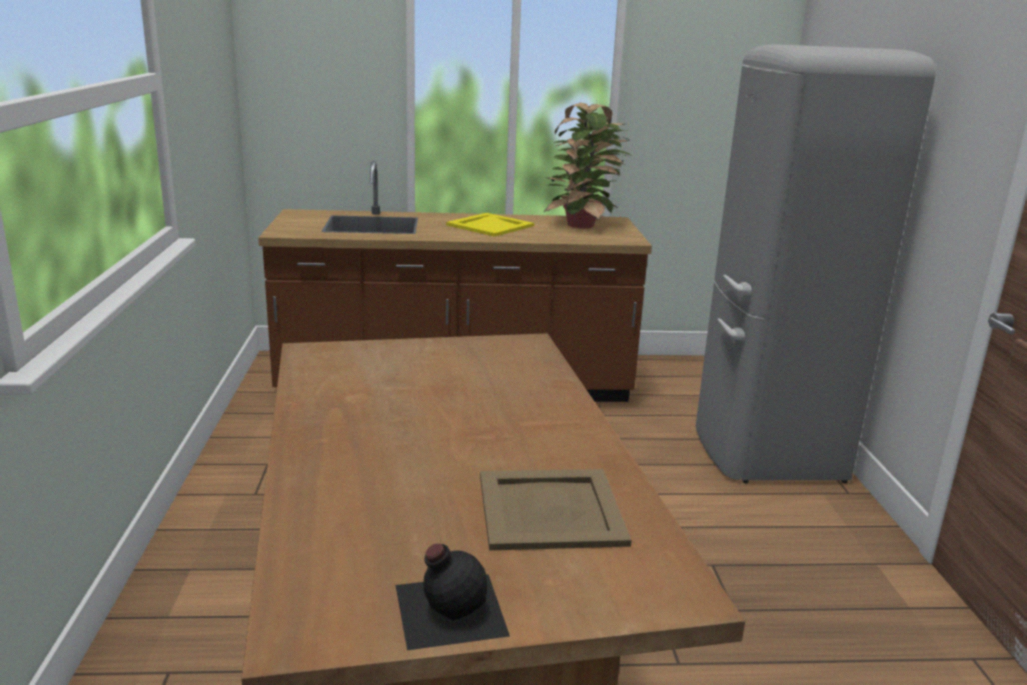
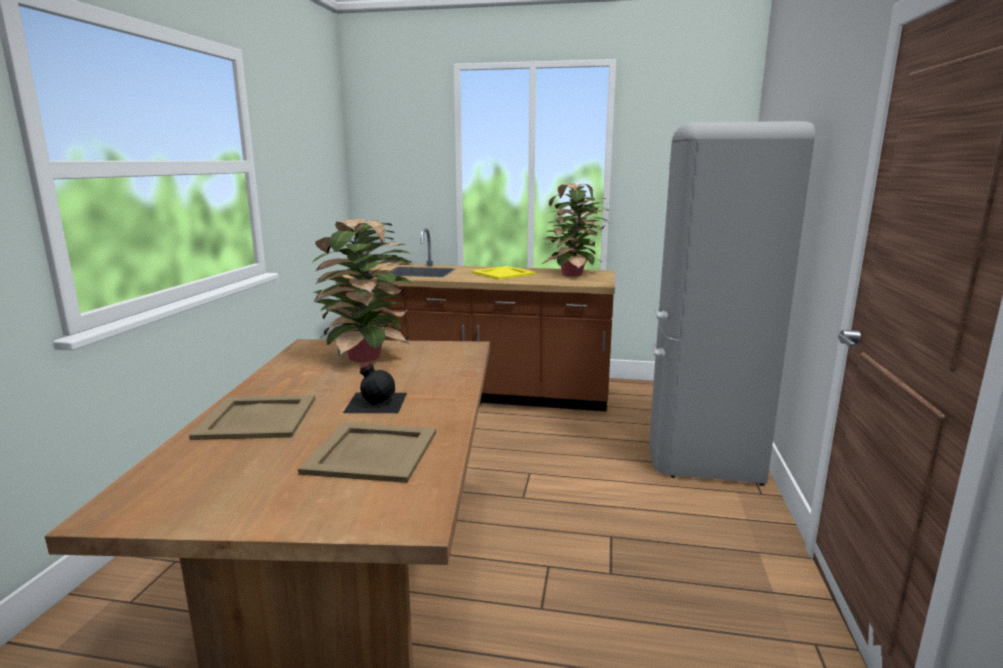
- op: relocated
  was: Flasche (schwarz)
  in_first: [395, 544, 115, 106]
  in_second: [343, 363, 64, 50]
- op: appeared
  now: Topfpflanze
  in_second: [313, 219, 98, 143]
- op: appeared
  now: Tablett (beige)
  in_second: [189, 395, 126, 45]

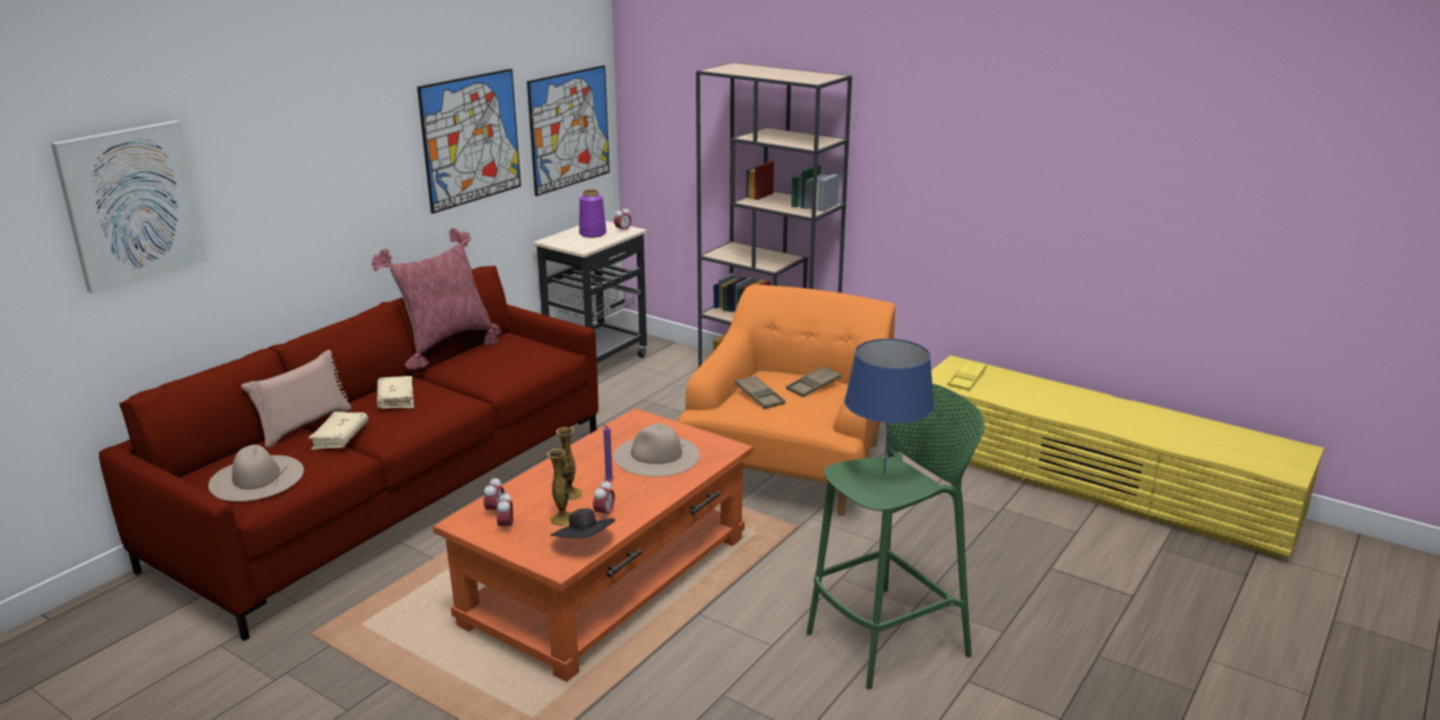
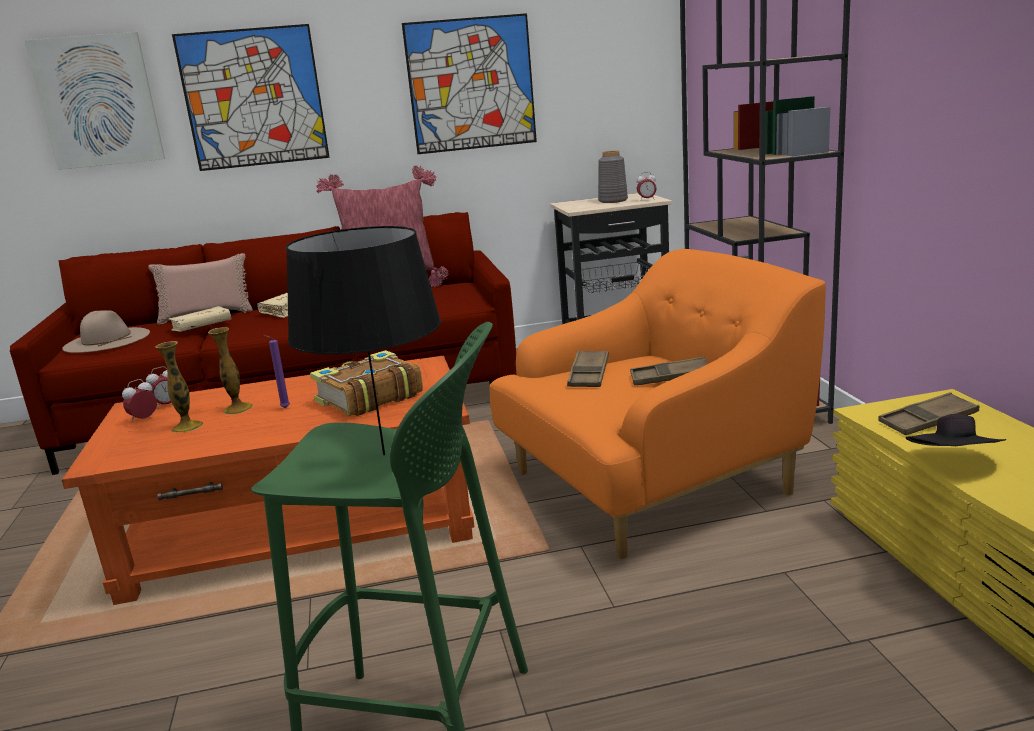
- op: relocated
  was: Bild
  in_first: [527, 65, 83, 131]
  in_second: [172, 24, 158, 147]
- op: colour
  was: Vase (lila)
  now: Vase (grau)
  in_first: [579, 189, 27, 49]
  in_second: [598, 151, 30, 52]
- op: colour
  was: Tischlampe (blau)
  now: Tischlampe (schwarz)
  in_first: [844, 339, 90, 135]
  in_second: [286, 226, 155, 229]
- op: colour
  was: Tablett (gelb)
  now: Tablett (braun)
  in_first: [947, 359, 40, 32]
  in_second: [878, 392, 101, 43]
- op: exchanged
  was: Hut (beige)
  now: Buch
  in_first: [613, 423, 87, 54]
  in_second: [310, 350, 113, 66]
- op: missing
  was: Wecker
  in_first: [593, 480, 22, 40]
- op: relocated
  was: Hut (schwarz)
  in_first: [550, 508, 65, 30]
  in_second: [905, 414, 101, 32]

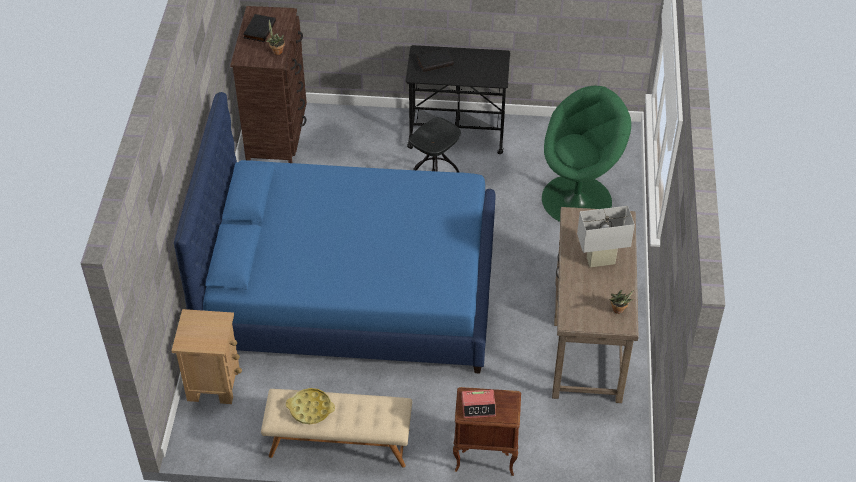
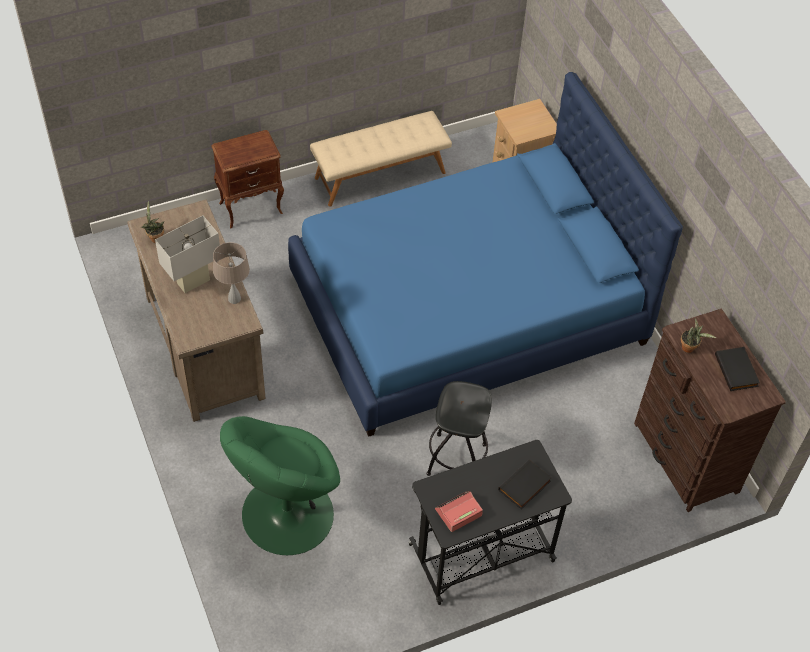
- op: missing
  was: Tablett (gelb)
  in_first: [286, 388, 49, 36]
- op: relocated
  was: Wecker
  in_first: [462, 390, 34, 28]
  in_second: [435, 491, 48, 41]
- op: appeared
  now: Tischlampe (beige)
  in_second: [213, 242, 37, 62]

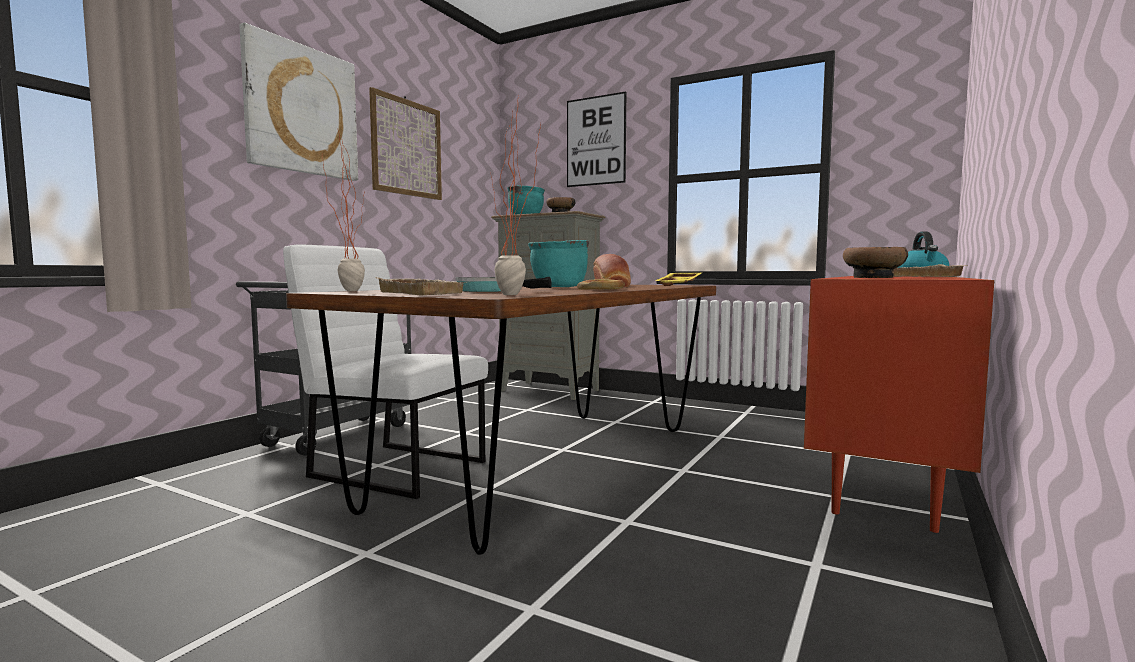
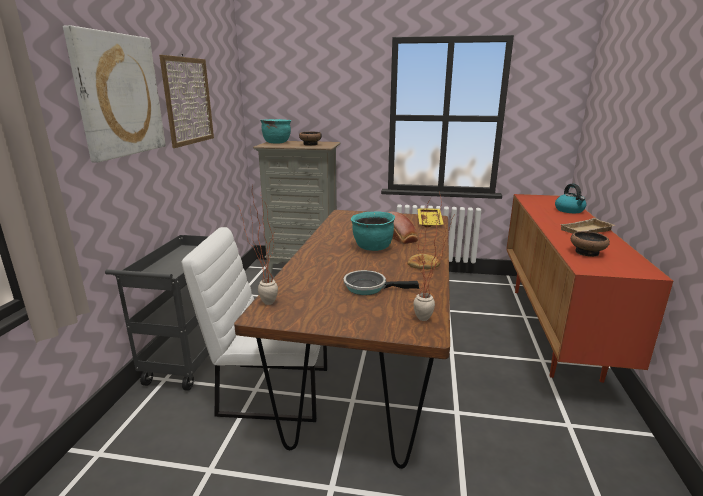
- op: missing
  was: Bild
  in_first: [567, 91, 59, 96]
- op: missing
  was: Tablett (beige)
  in_first: [375, 277, 95, 19]

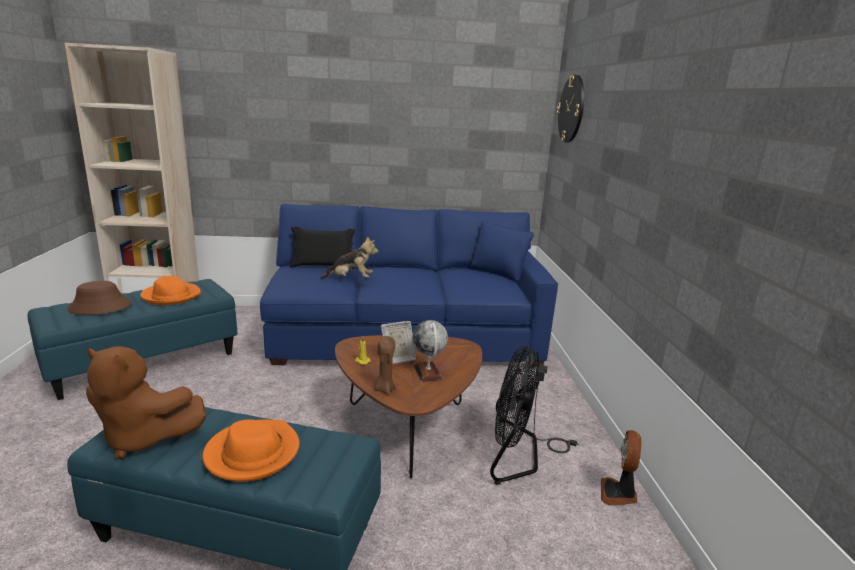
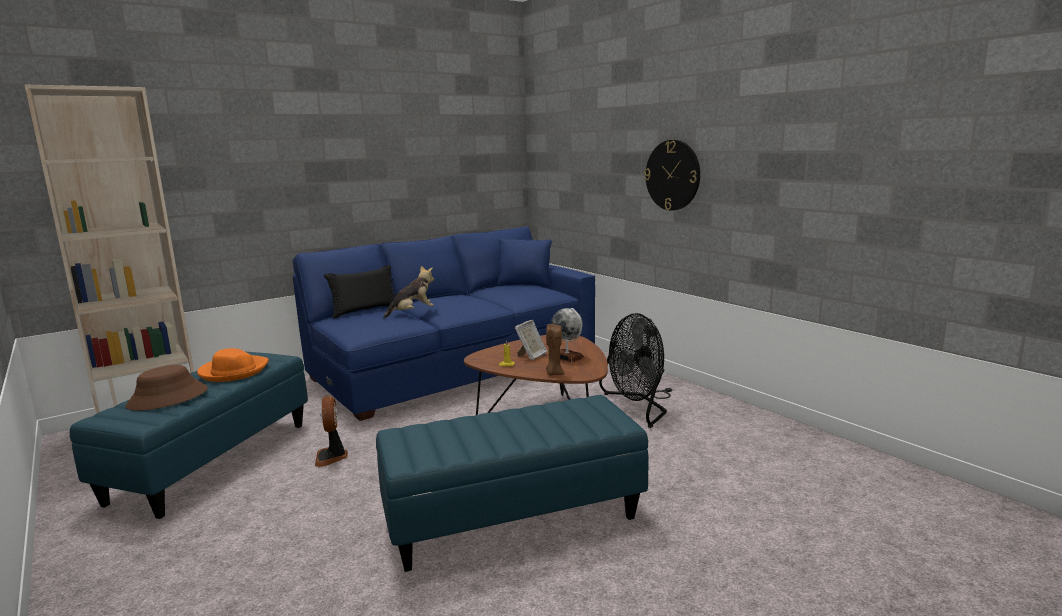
- op: relocated
  was: Wanduhr
  in_first: [557, 75, 27, 68]
  in_second: [644, 140, 56, 71]
- op: missing
  was: Plüschtier (braun)
  in_first: [86, 346, 120, 113]
- op: missing
  was: Hut (orange)
  in_first: [202, 419, 97, 63]
- op: relocated
  was: Ventilator
  in_first: [601, 430, 40, 76]
  in_second: [315, 396, 33, 71]

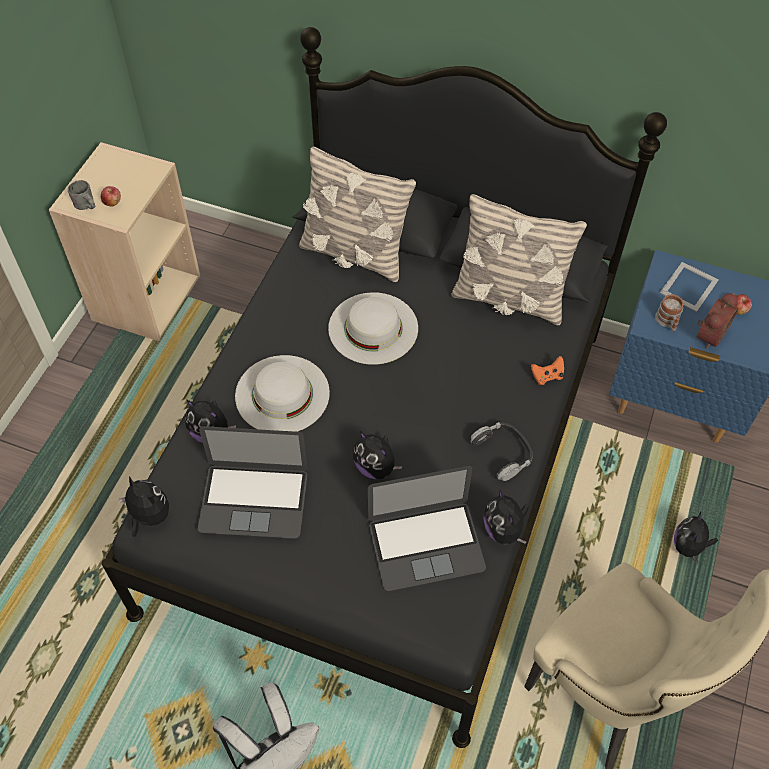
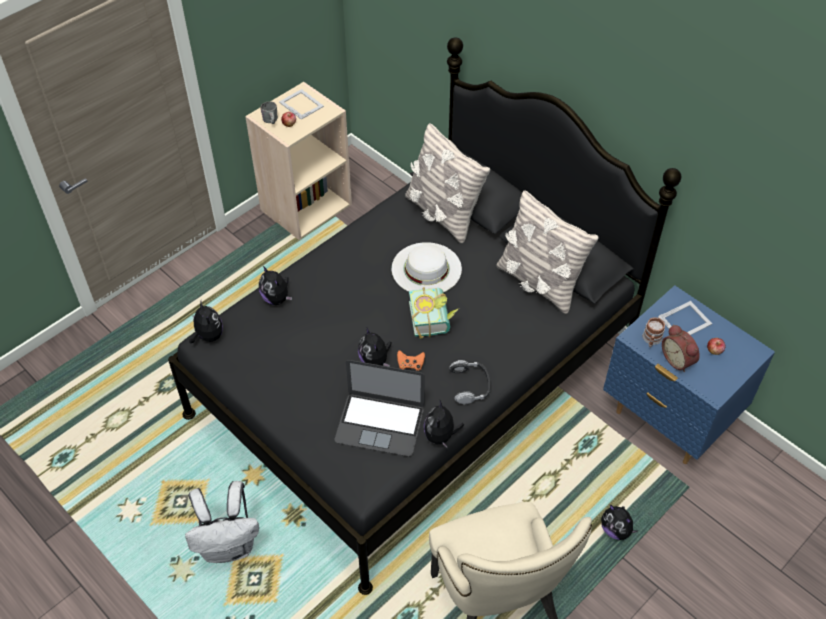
- op: spun
  was: Wecker
  in_first: [697, 293, 41, 56]
  in_second: [662, 324, 38, 48]
  clockwise: 90
- op: missing
  was: Hut (weiß)
  in_first: [235, 355, 95, 77]
- op: relocated
  was: Gamepad (orange)
  in_first: [531, 356, 33, 29]
  in_second: [397, 350, 28, 21]
- op: missing
  was: Laptop
  in_first: [198, 426, 110, 112]
- op: spun
  was: Plüschtier
  in_first: [674, 511, 44, 52]
  in_second: [601, 504, 38, 36]
  clockwise: -90
- op: appeared
  now: Bilderrahmen
  in_second: [279, 89, 45, 31]
- op: appeared
  now: Buch
  in_second: [409, 287, 51, 52]

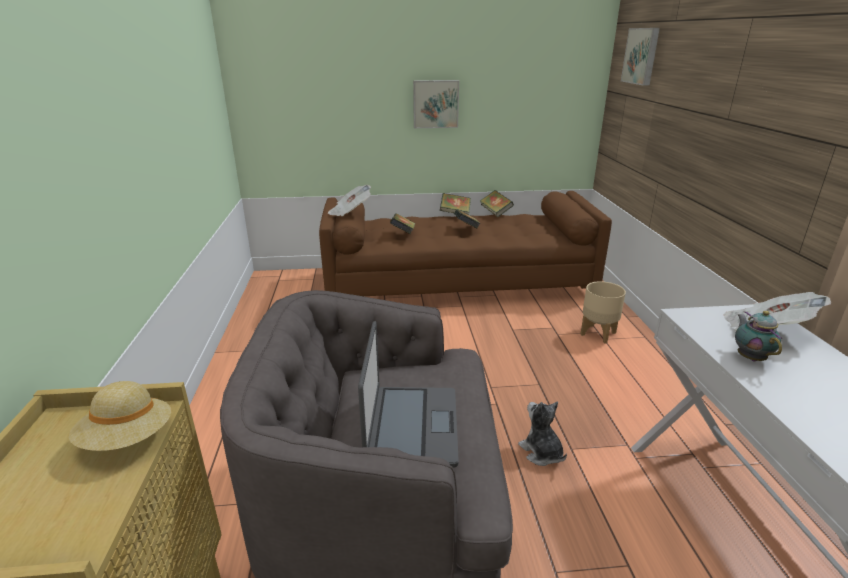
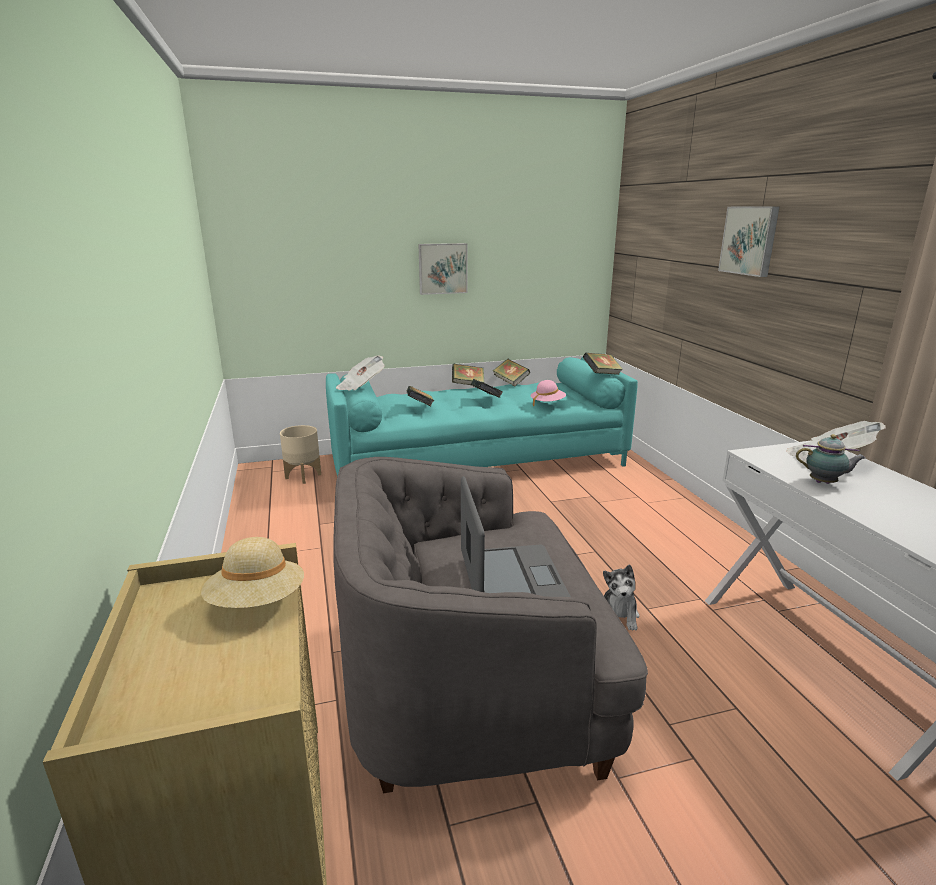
- op: relocated
  was: Bild
  in_first: [621, 28, 39, 58]
  in_second: [718, 206, 62, 71]
- op: colour
  was: Sofa (braun)
  now: Sofa (türkis)
  in_first: [319, 191, 293, 105]
  in_second: [326, 357, 312, 120]
- op: relocated
  was: Pflanzkübel (beige)
  in_first: [580, 281, 46, 63]
  in_second: [280, 425, 41, 59]
- op: spun
  was: Teekanne
  in_first: [735, 311, 48, 51]
  in_second: [796, 434, 70, 50]
  clockwise: 120
- op: spun
  was: Plüschtier
  in_first: [518, 402, 49, 64]
  in_second: [603, 564, 36, 67]
  clockwise: -135
- op: appeared
  now: Buch
  in_second: [583, 353, 40, 22]
- op: appeared
  now: Hut (rosa)
  in_second: [531, 380, 35, 26]

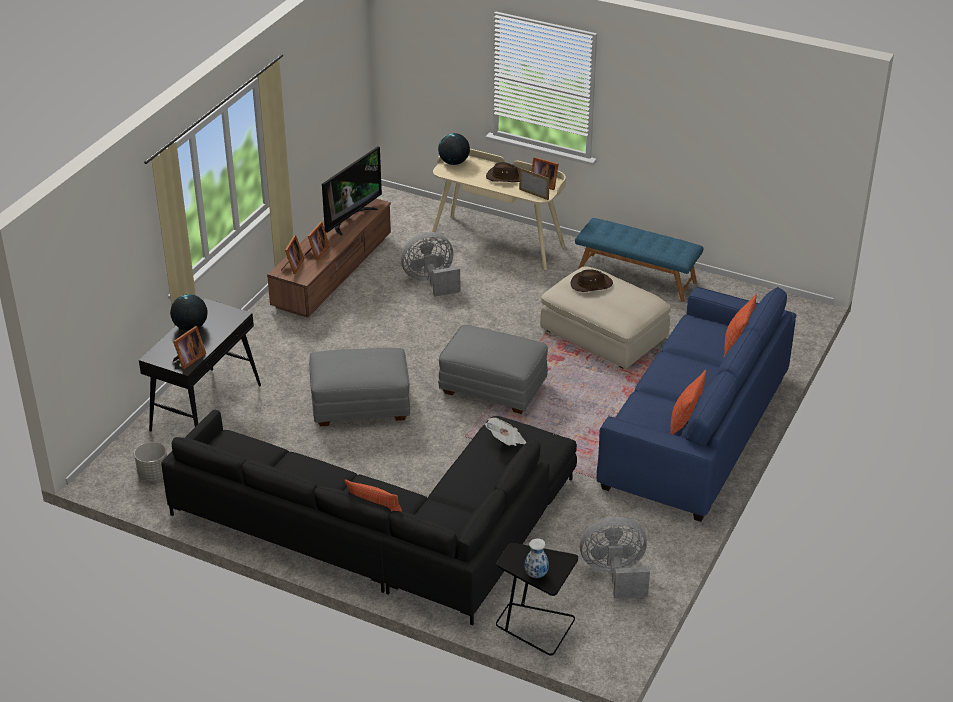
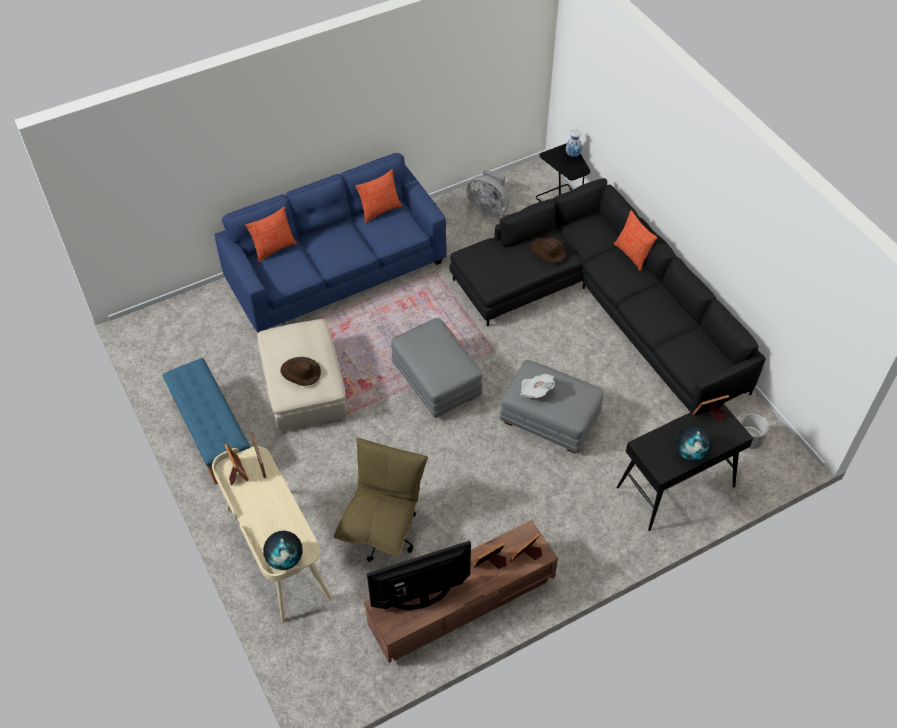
- op: relocated
  was: Hut (braun)
  in_first: [486, 162, 34, 20]
  in_second: [530, 237, 36, 26]
- op: exchanged
  was: Ventilator (grau)
  now: Bürostuhl (beige)
  in_first: [401, 232, 59, 65]
  in_second: [333, 438, 95, 124]
- op: relocated
  was: Zeitung
  in_first: [485, 418, 42, 28]
  in_second: [520, 374, 35, 24]

